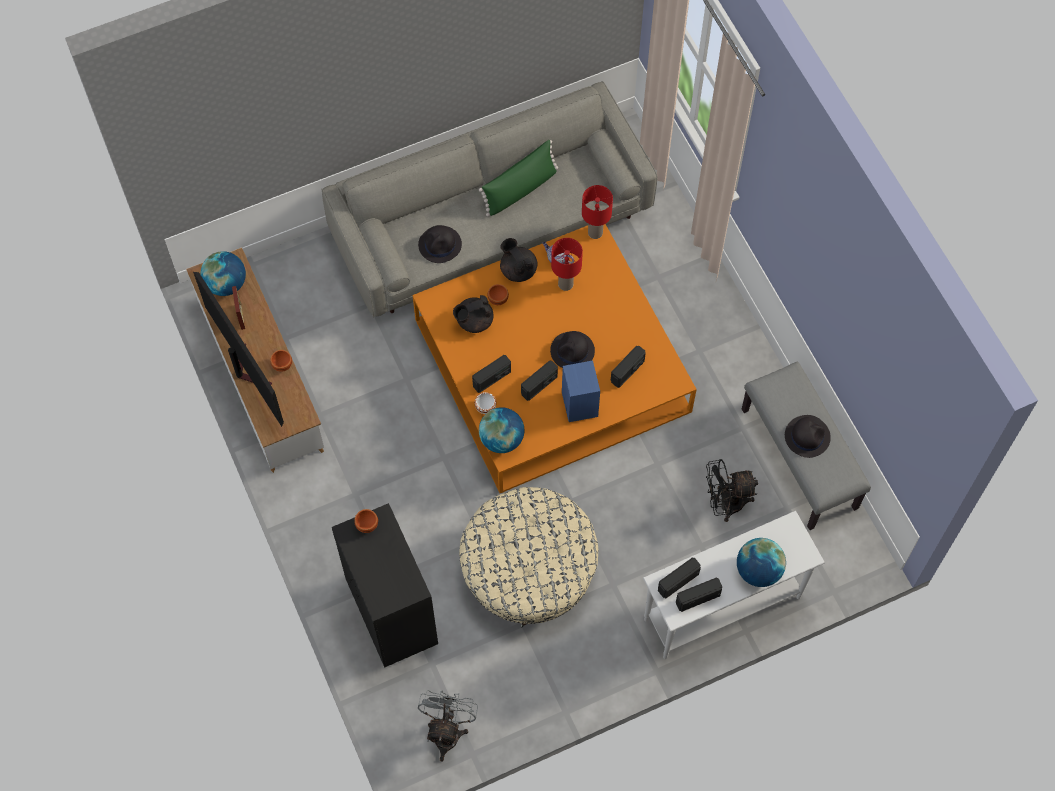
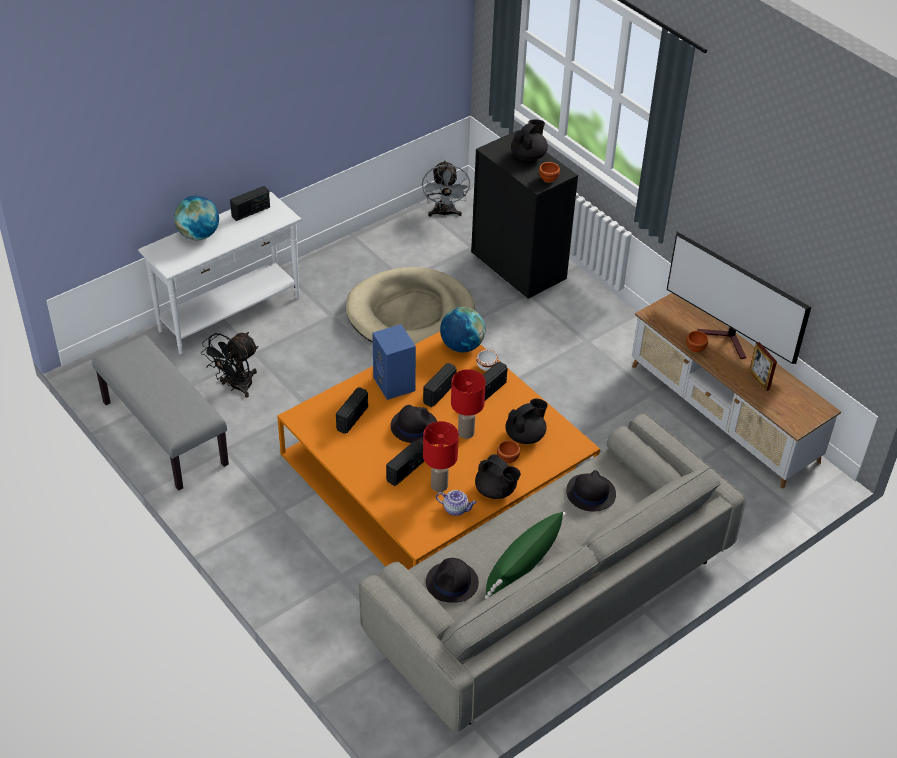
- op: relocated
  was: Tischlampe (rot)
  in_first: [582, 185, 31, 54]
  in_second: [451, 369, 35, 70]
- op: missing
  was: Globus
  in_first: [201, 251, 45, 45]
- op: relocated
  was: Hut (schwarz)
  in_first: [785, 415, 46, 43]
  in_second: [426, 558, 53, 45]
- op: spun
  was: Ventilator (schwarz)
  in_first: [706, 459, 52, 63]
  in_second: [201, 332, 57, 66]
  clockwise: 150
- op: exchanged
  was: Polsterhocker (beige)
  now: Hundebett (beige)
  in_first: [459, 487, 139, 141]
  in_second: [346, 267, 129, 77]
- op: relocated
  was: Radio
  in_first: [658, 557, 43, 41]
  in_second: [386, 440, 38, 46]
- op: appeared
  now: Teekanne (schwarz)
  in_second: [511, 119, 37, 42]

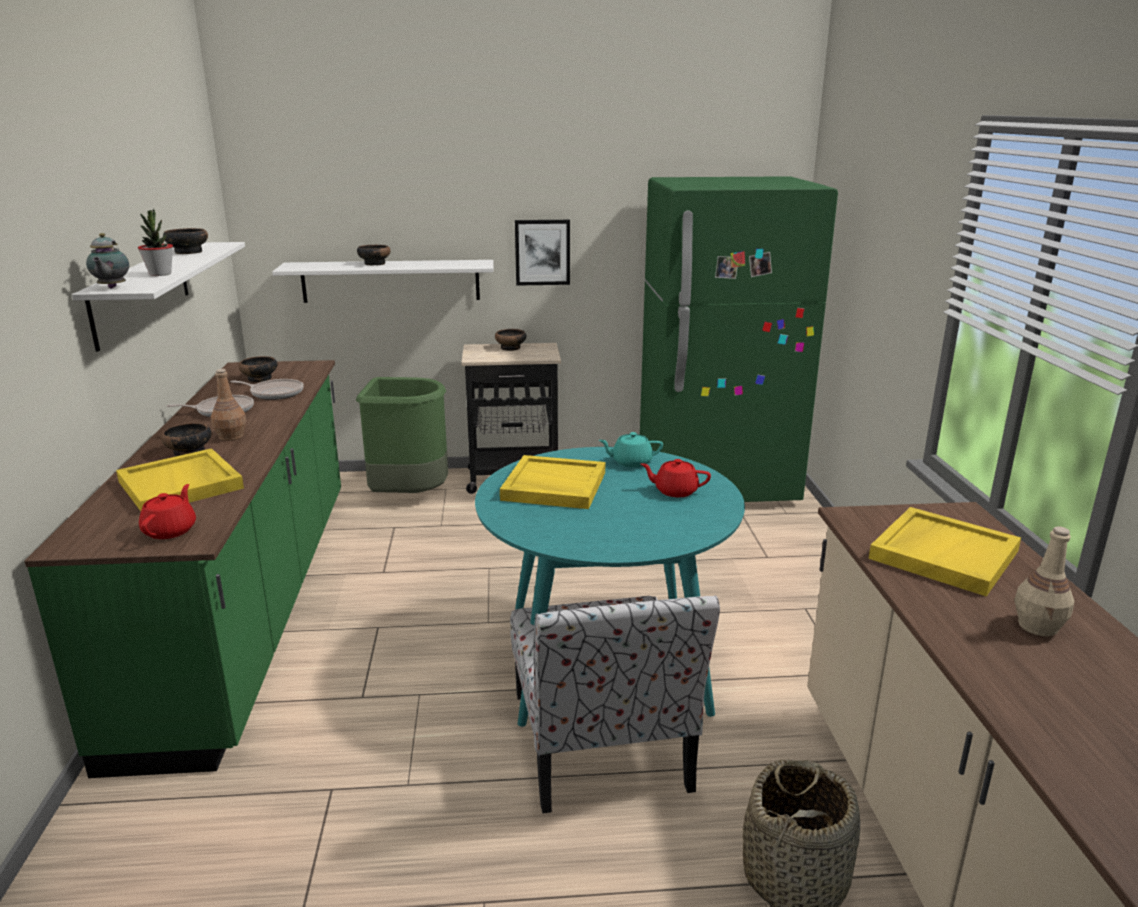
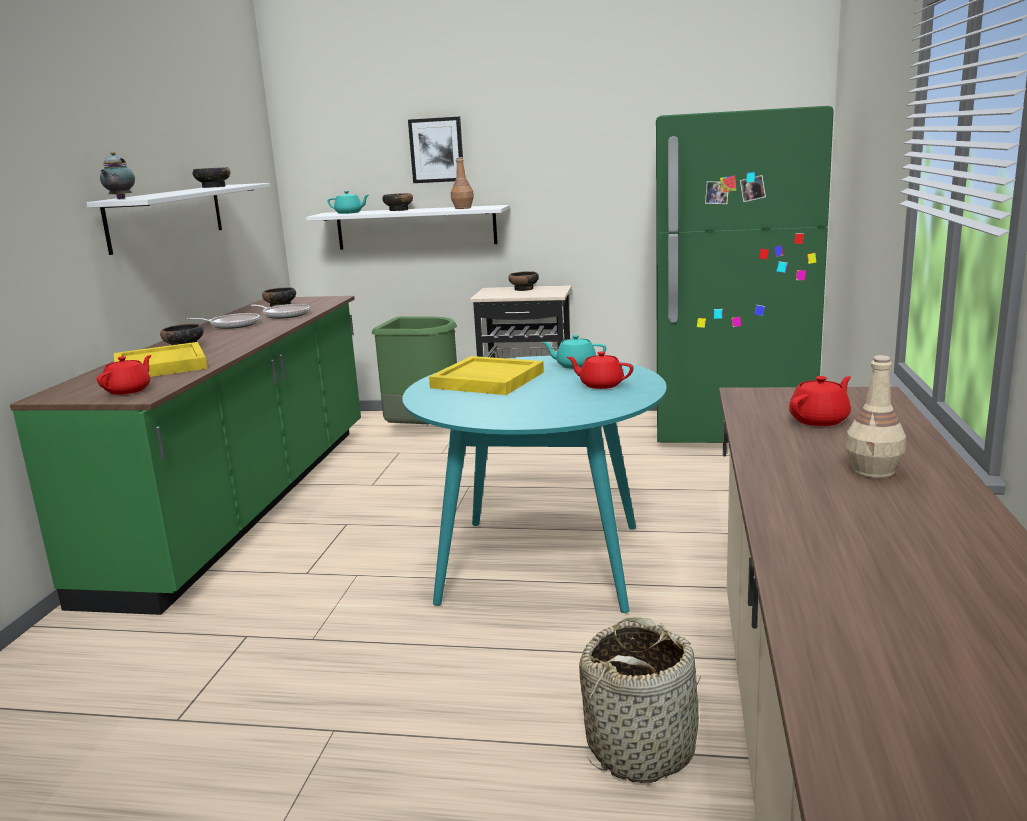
- op: missing
  was: Topfpflanze
  in_first: [138, 209, 35, 67]
- op: relocated
  was: Bild
  in_first: [515, 220, 55, 66]
  in_second: [408, 117, 55, 66]
- op: relocated
  was: Flasche (braun)
  in_first: [211, 369, 35, 72]
  in_second: [451, 157, 23, 52]
- op: exchanged
  was: Tablett (gelb)
  now: Teekanne (rot)
  in_first: [869, 507, 152, 90]
  in_second: [789, 376, 62, 50]
- op: missing
  was: Stuhl
  in_first: [510, 595, 210, 219]
- op: appeared
  now: Teekanne (türkis)
  in_second: [327, 191, 42, 23]

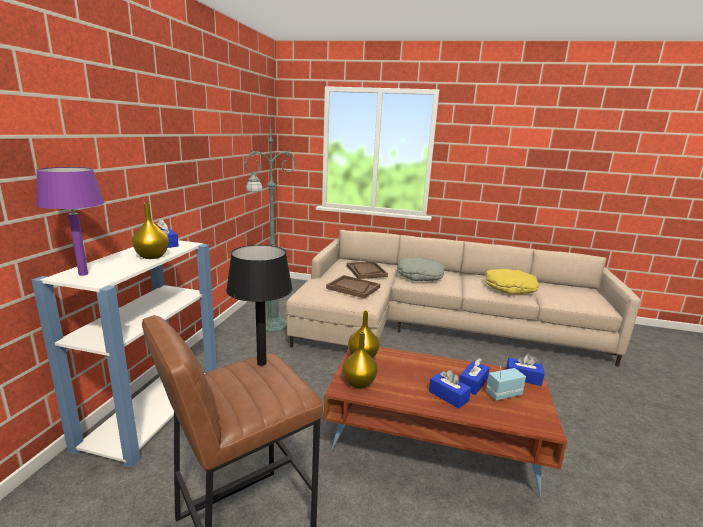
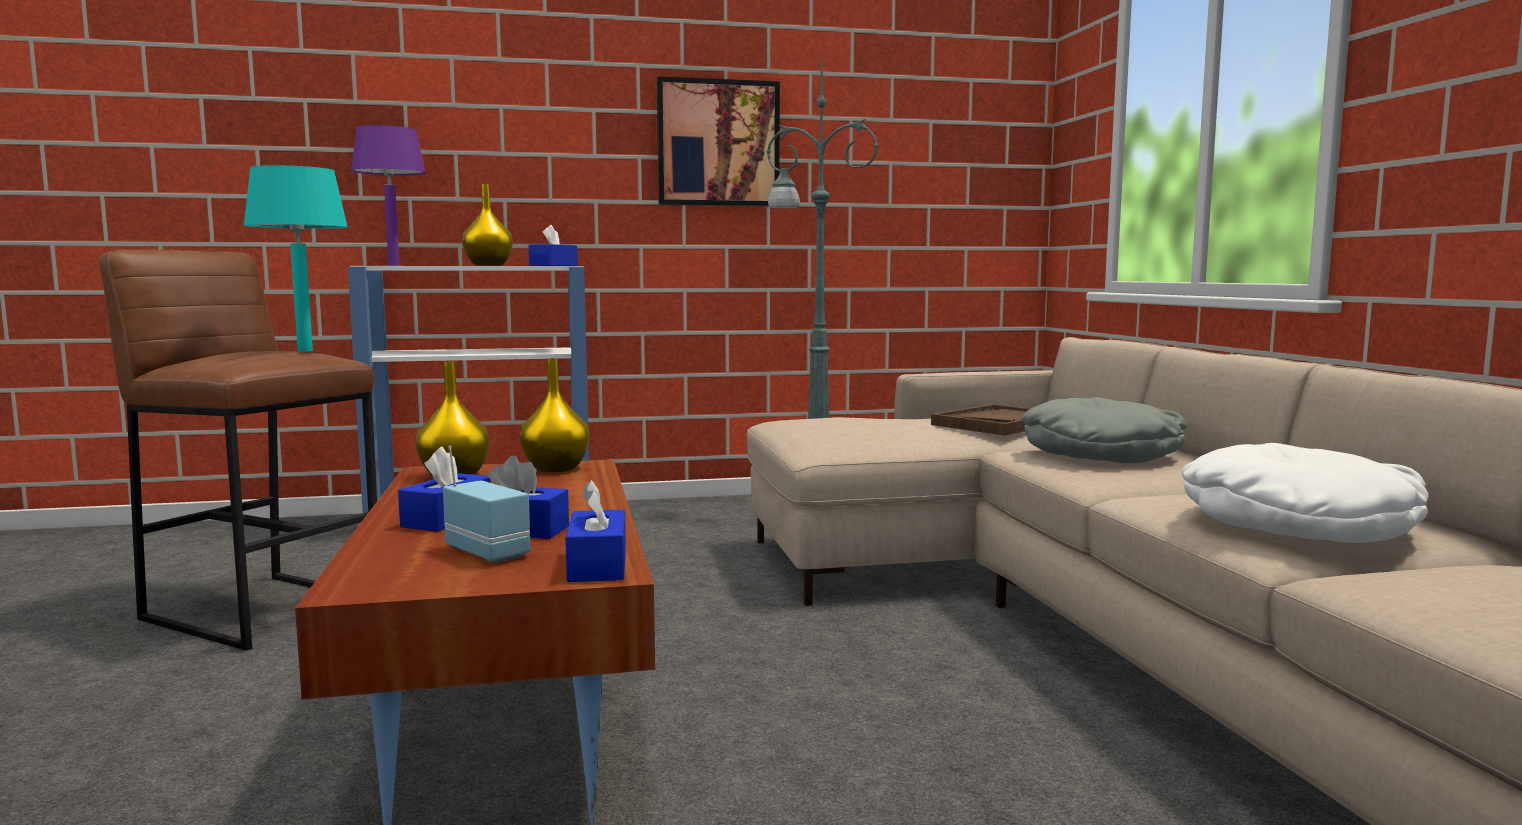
- op: colour
  was: Tischlampe (schwarz)
  now: Tischlampe (türkis)
  in_first: [226, 245, 67, 121]
  in_second: [243, 165, 105, 187]
- op: colour
  was: Kissen (gelb)
  now: Kissen (weiß)
  in_first: [485, 269, 54, 25]
  in_second: [1182, 443, 246, 100]
- op: missing
  was: Tablett (braun)
  in_first: [326, 275, 54, 24]
- op: appeared
  now: Bild
  in_second: [657, 76, 123, 130]

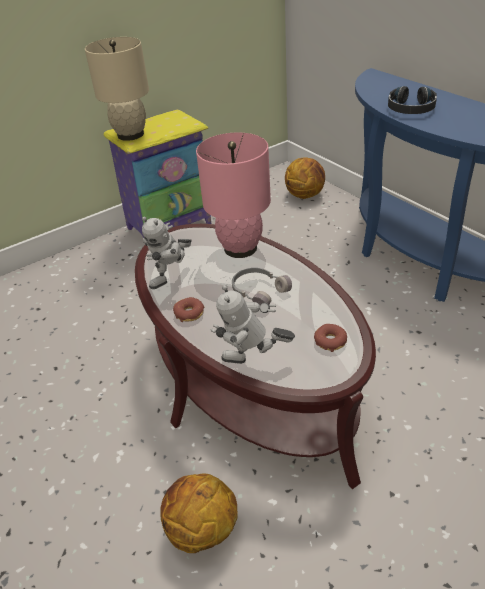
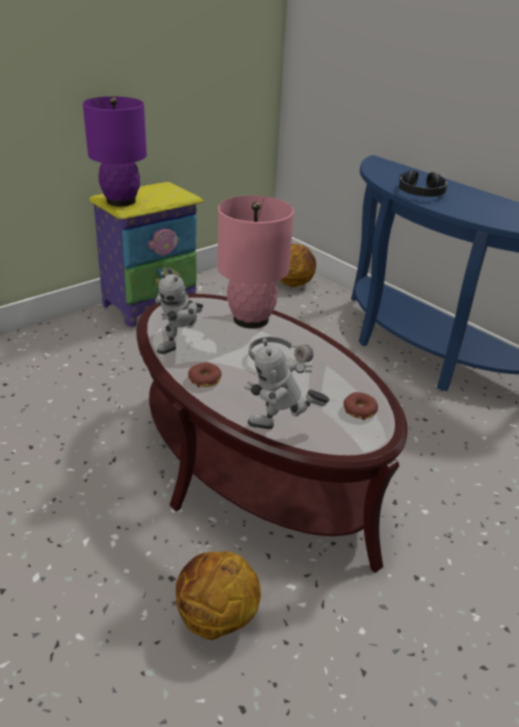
- op: colour
  was: Tischlampe (beige)
  now: Tischlampe (lila)
  in_first: [85, 37, 64, 104]
  in_second: [83, 96, 64, 110]

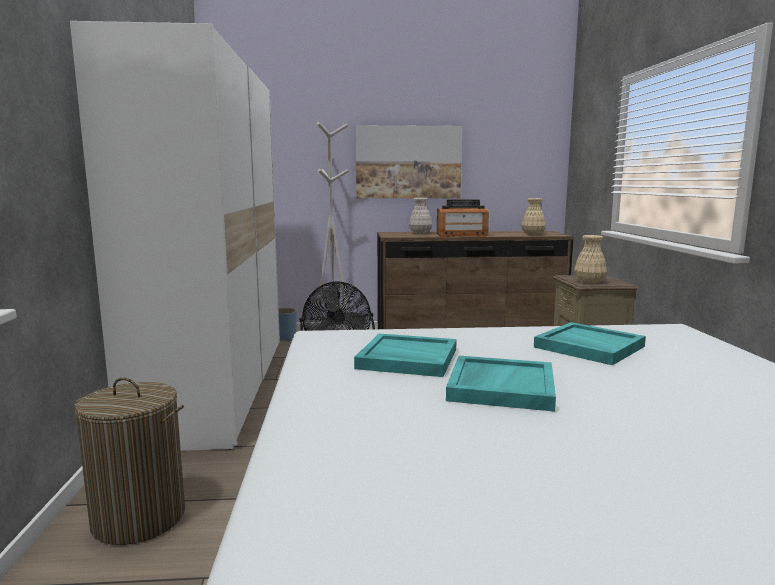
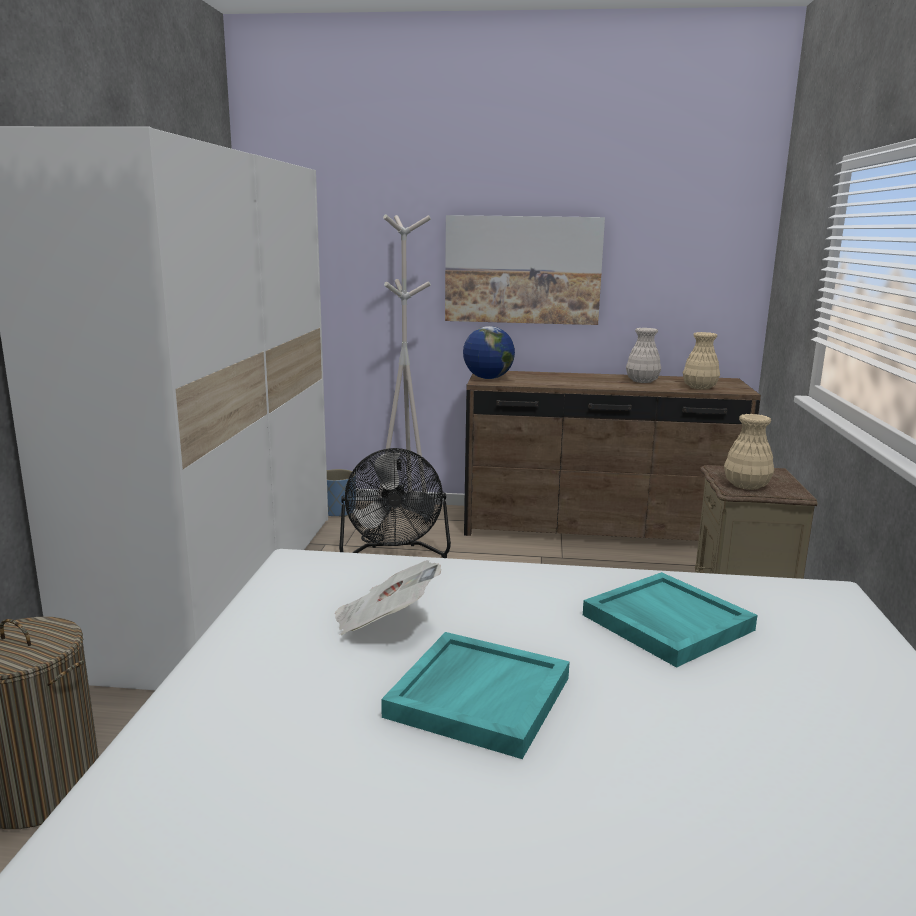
- op: relocated
  was: Vase (weiß)
  in_first: [409, 198, 23, 36]
  in_second: [626, 328, 35, 55]
- op: missing
  was: Radio
  in_first: [437, 200, 52, 37]
- op: exchanged
  was: Tablett (türkis)
  now: Zeitung
  in_first: [354, 334, 103, 43]
  in_second: [335, 560, 106, 75]
- op: appeared
  now: Globus
  in_second: [463, 326, 52, 53]

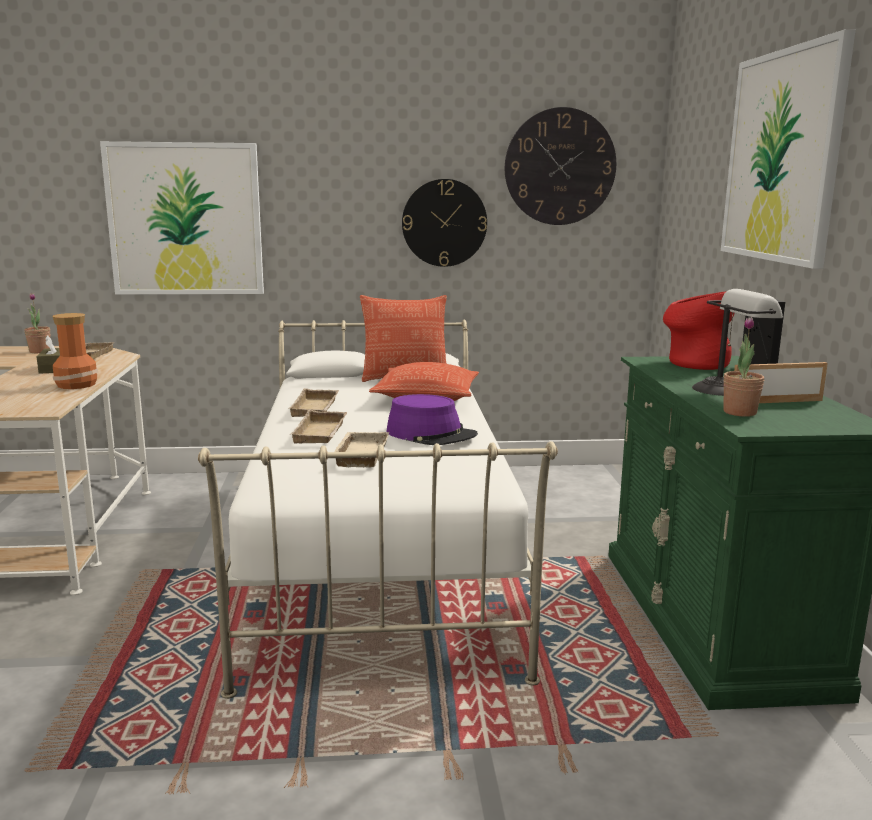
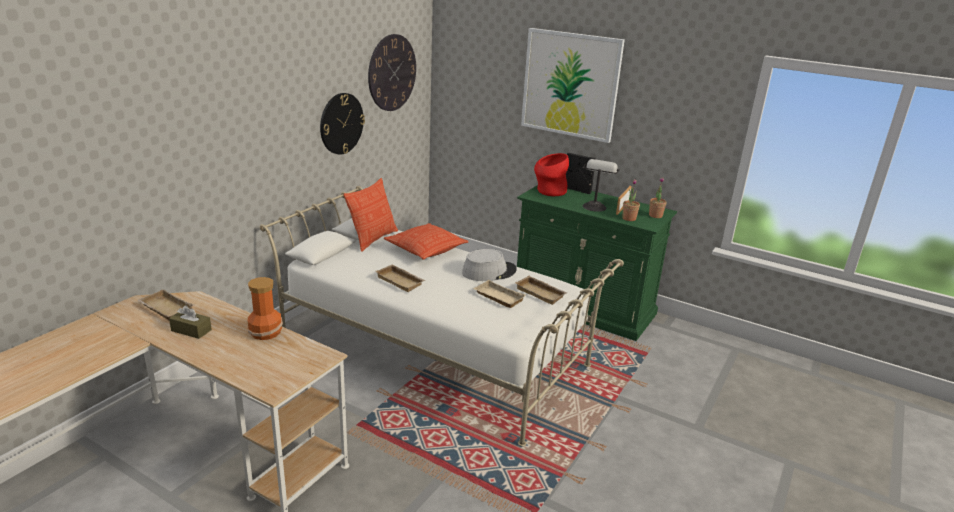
- op: missing
  was: Bild
  in_first: [100, 141, 164, 153]
- op: relocated
  was: Topfpflanze
  in_first: [24, 293, 26, 60]
  in_second: [649, 177, 18, 41]
- op: colour
  was: Hut (lila)
  now: Hut (grau)
  in_first: [386, 394, 92, 51]
  in_second: [462, 249, 55, 32]
- op: relocated
  was: Tablett (beige)
  in_first: [291, 410, 56, 34]
  in_second: [515, 276, 52, 29]

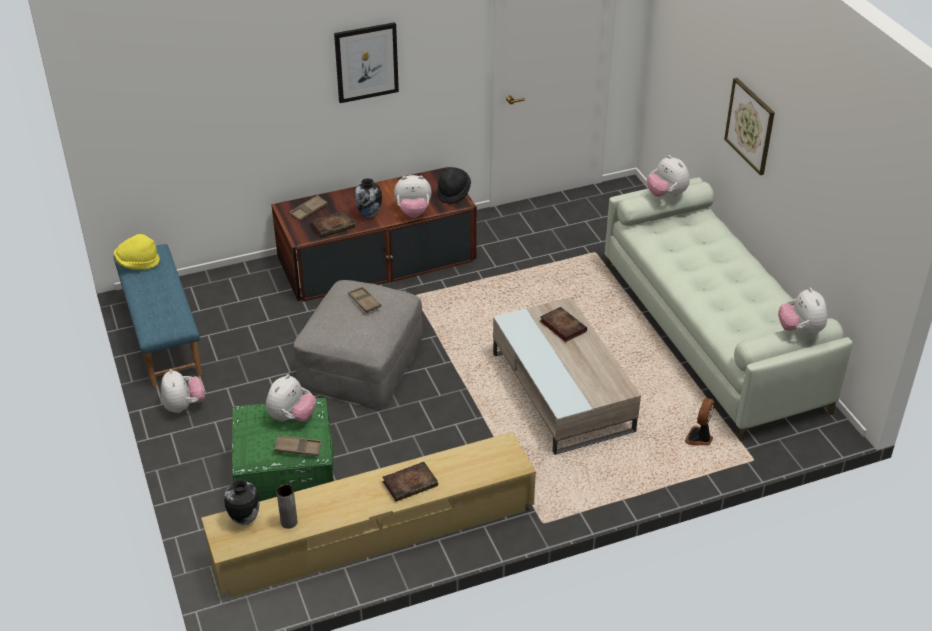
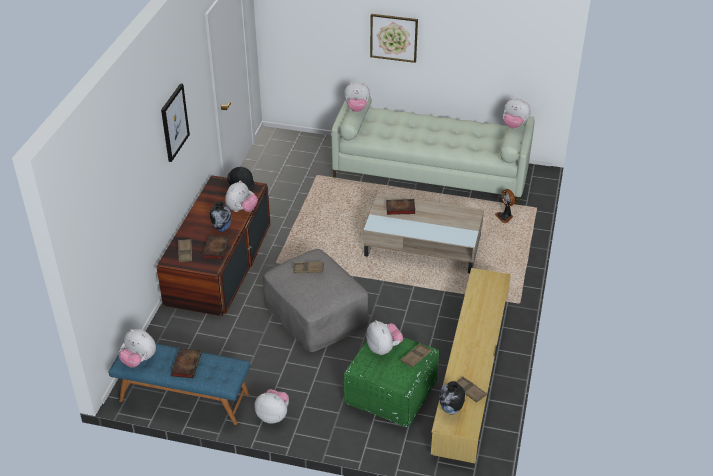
- op: exchanged
  was: Hut (gelb)
  now: Plüschtier
  in_first: [114, 234, 46, 36]
  in_second: [119, 329, 37, 39]
- op: relocated
  was: Buch
  in_first: [382, 462, 56, 40]
  in_second: [171, 348, 31, 30]
- op: exchanged
  was: Vase (grau)
  now: Tablett (braun)
  in_first: [277, 484, 21, 45]
  in_second: [456, 377, 31, 25]

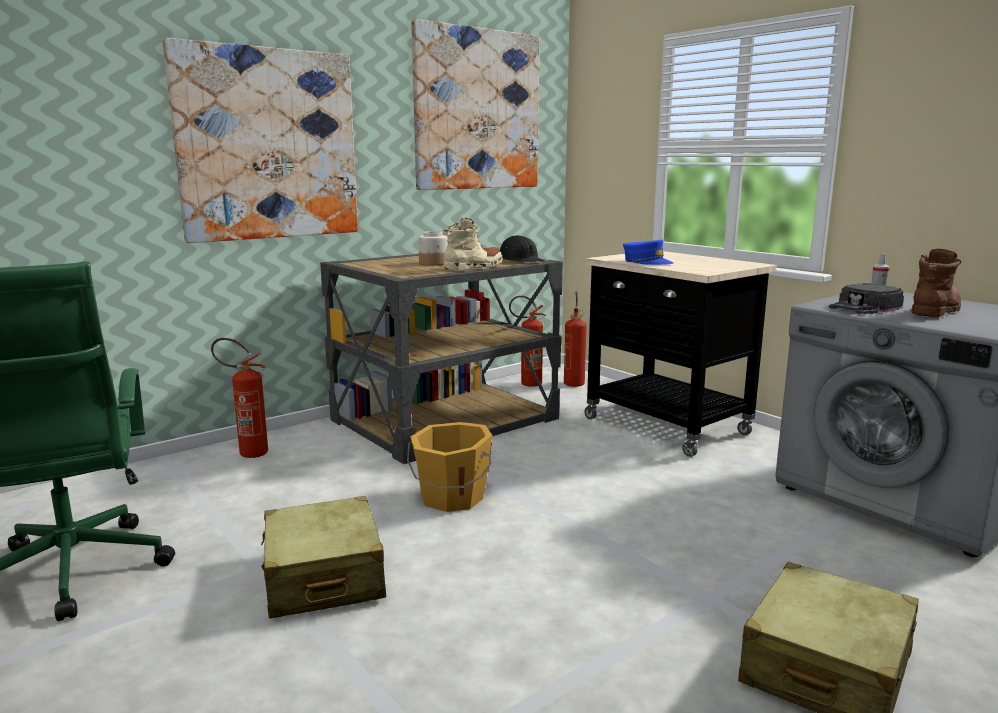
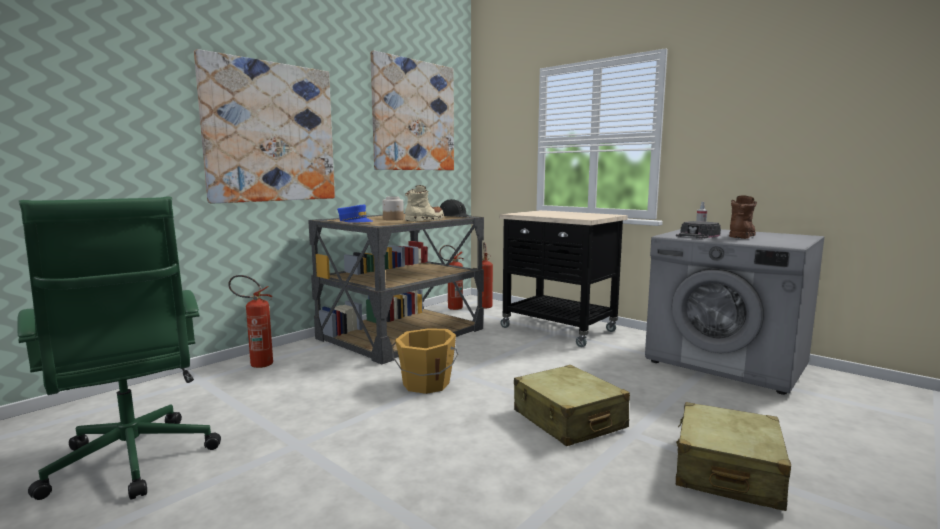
- op: relocated
  was: Kappe (blau)
  in_first: [623, 240, 50, 25]
  in_second: [337, 205, 35, 18]
- op: relocated
  was: Koffer (beige)
  in_first: [261, 496, 125, 123]
  in_second: [514, 365, 116, 81]

